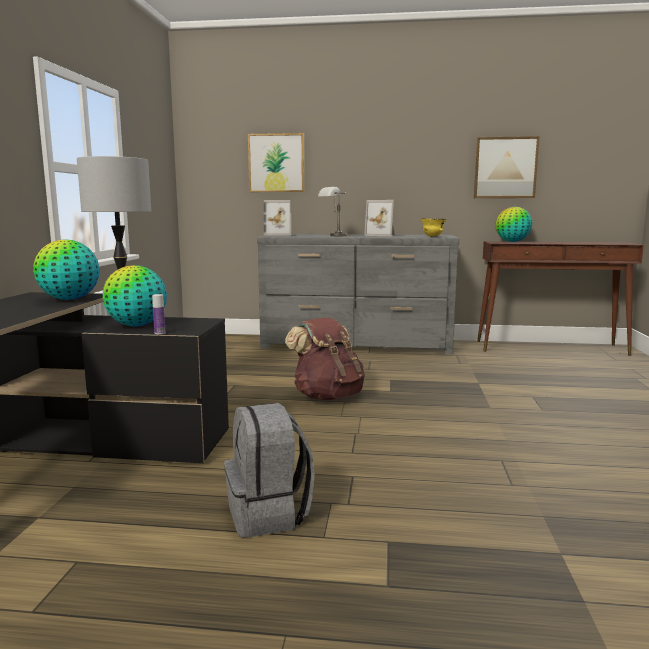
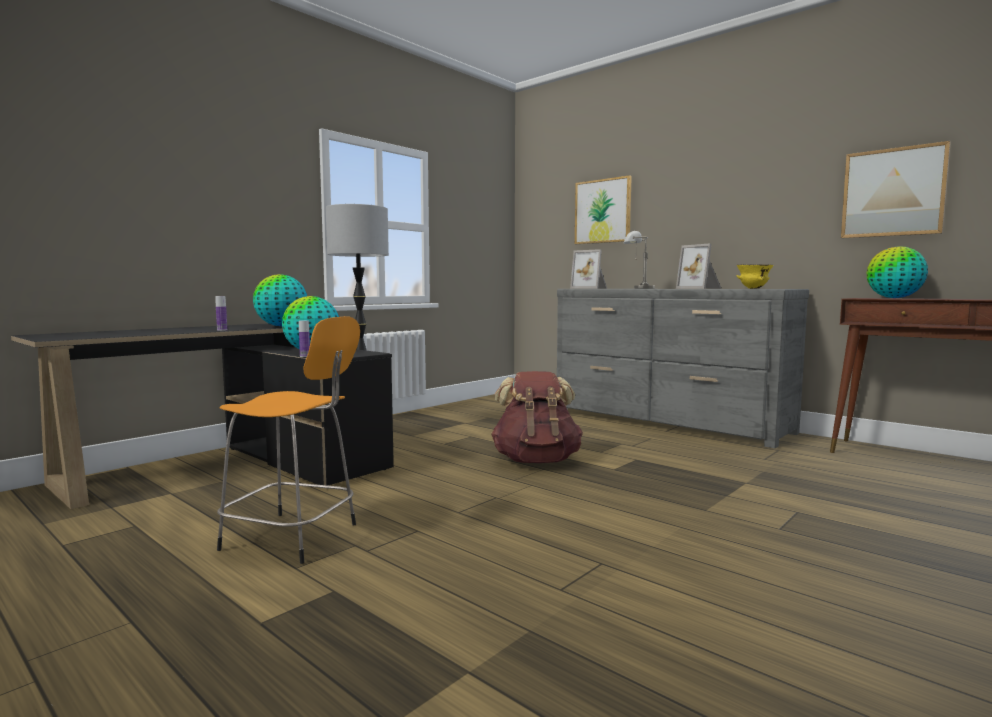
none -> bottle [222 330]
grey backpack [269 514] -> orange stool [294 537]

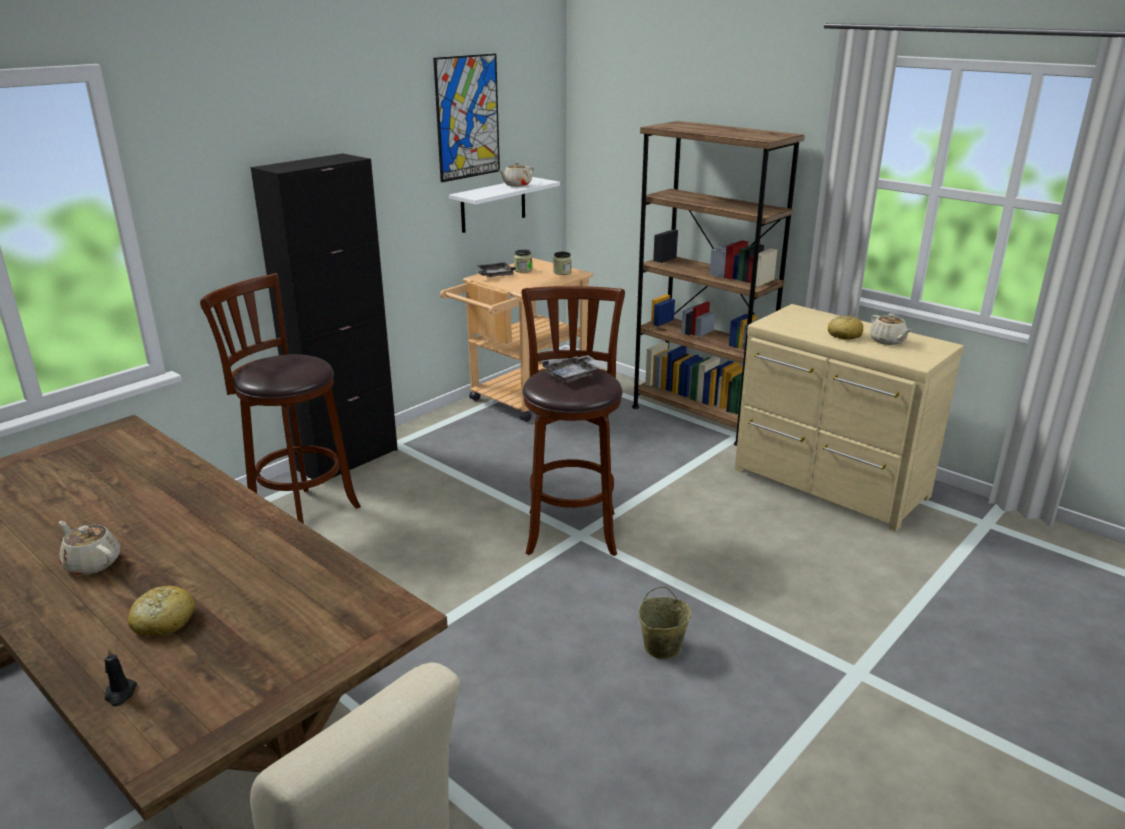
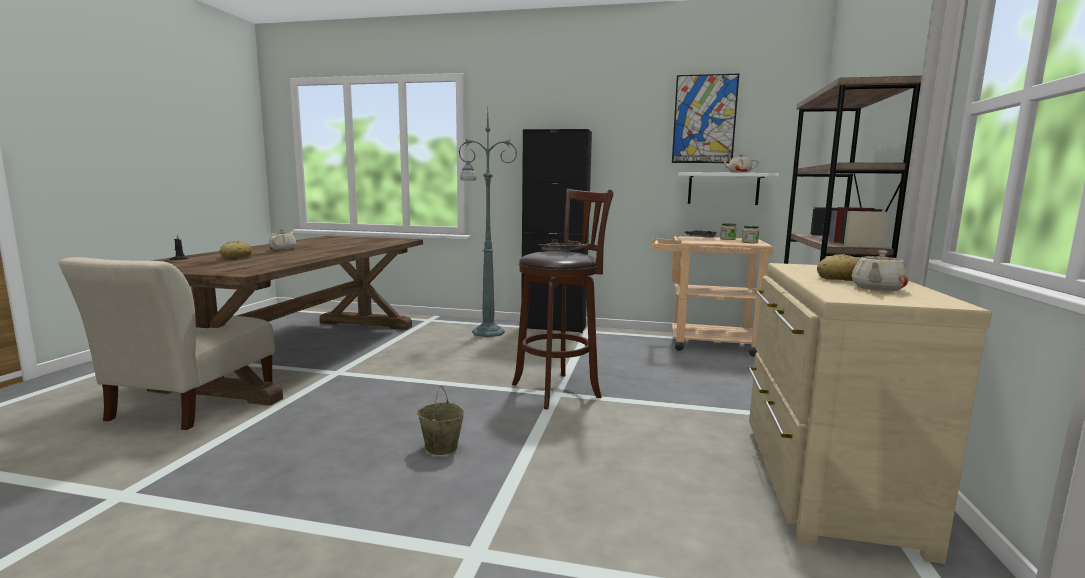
brown stool [300 515] -> green floor lamp [486 332]

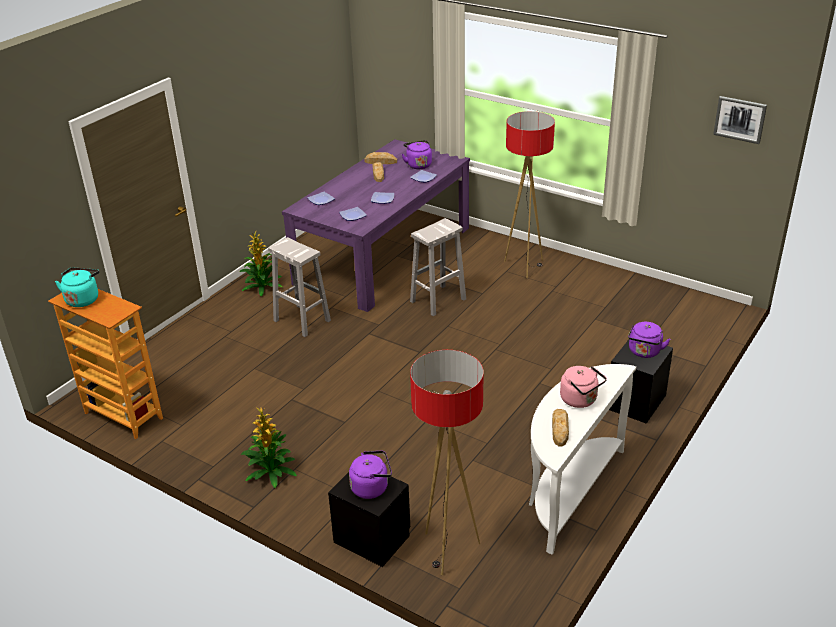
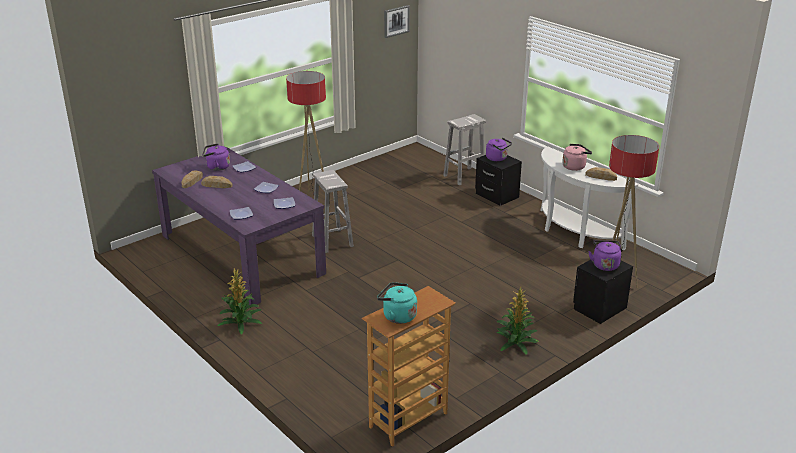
white stool [301 320] -> white stool [463 176], shifted

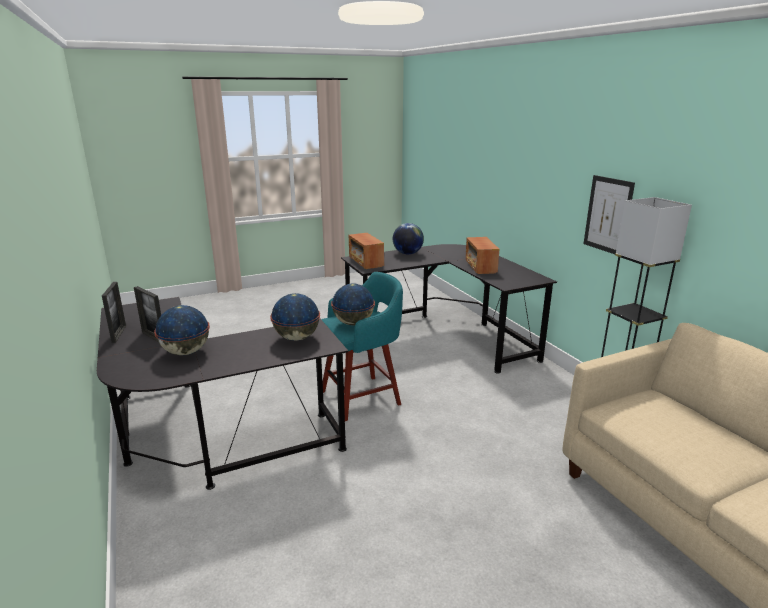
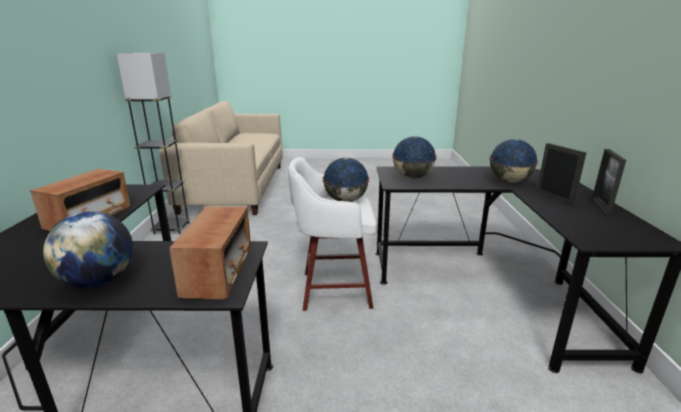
turquoise stool [363 397] -> white stool [333 289]
picture [608 215] -> none

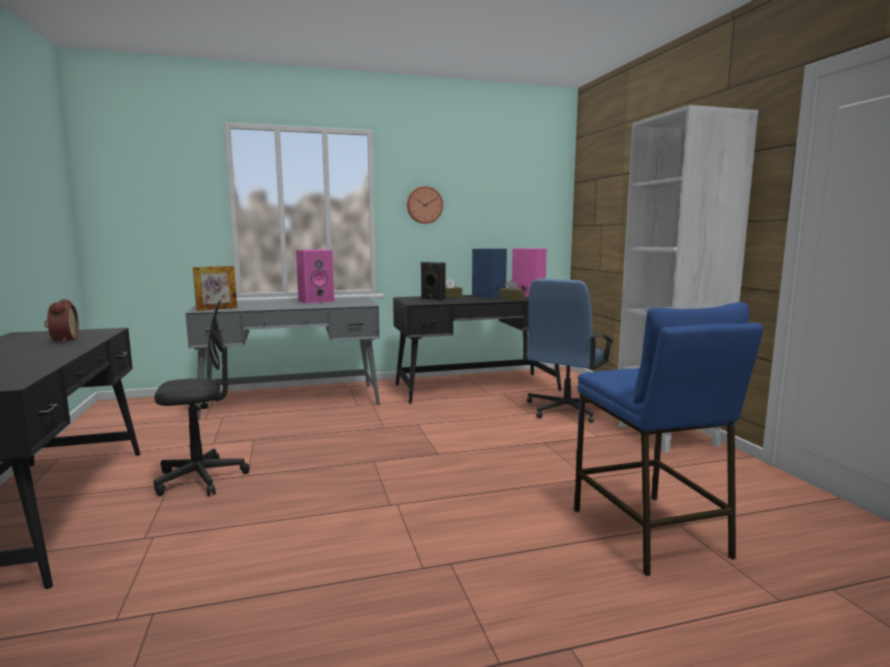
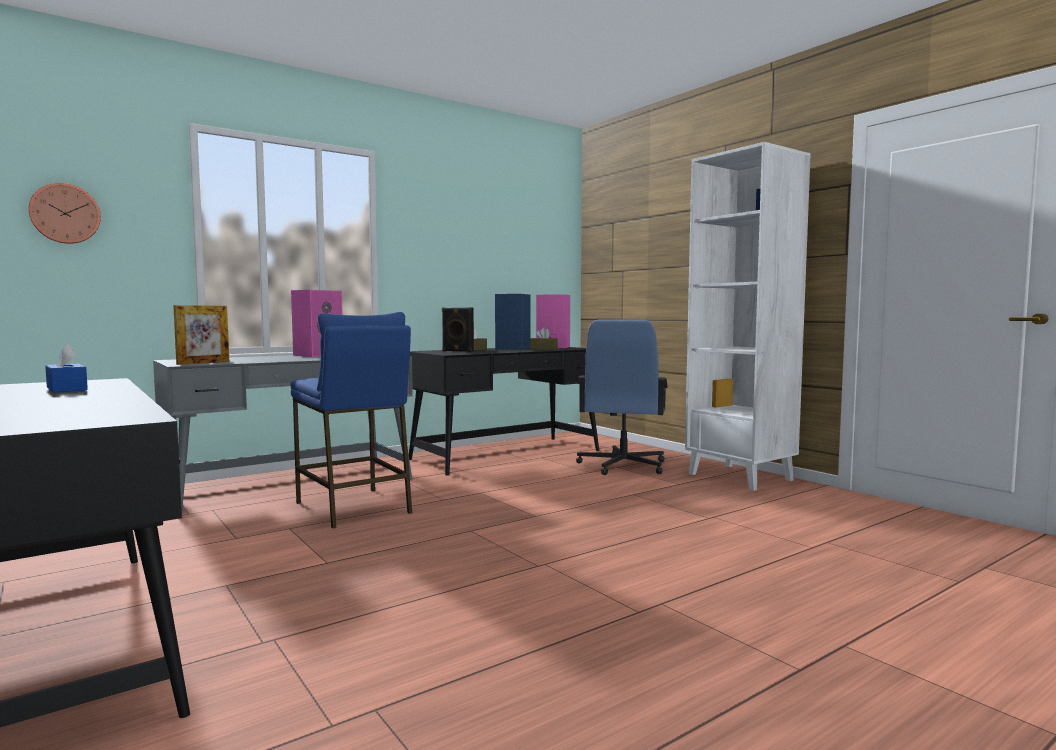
wall clock [424 205] -> wall clock [65 214], shifted
alarm clock [62 340] -> blue tissue box [66 389]
blue stool [649 532] -> blue stool [353 508], shifted
black office chair [201 479] -> none

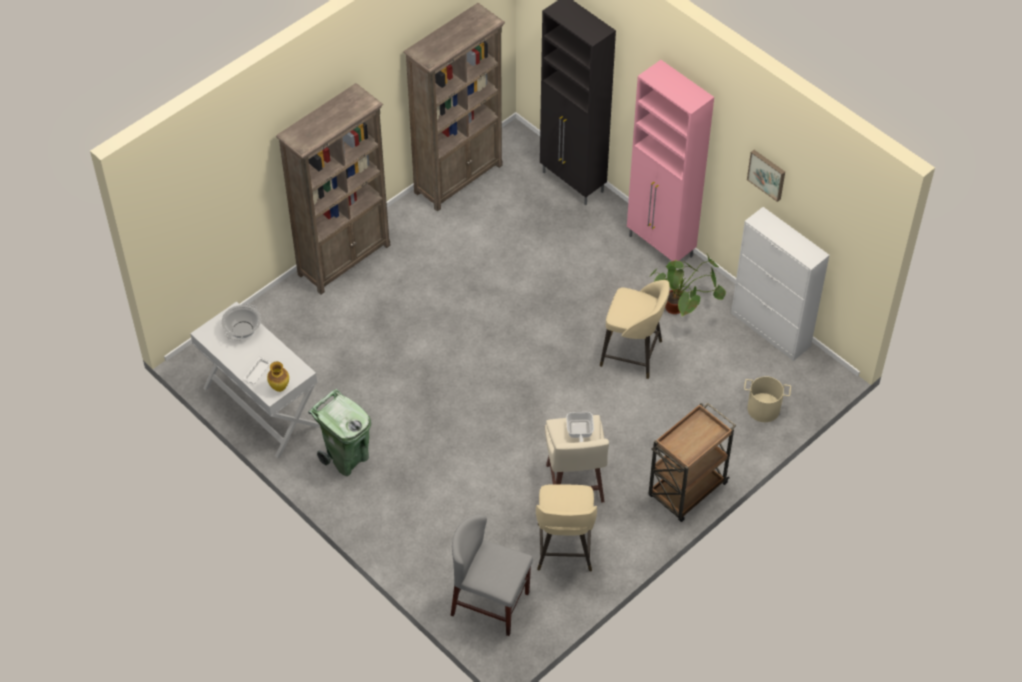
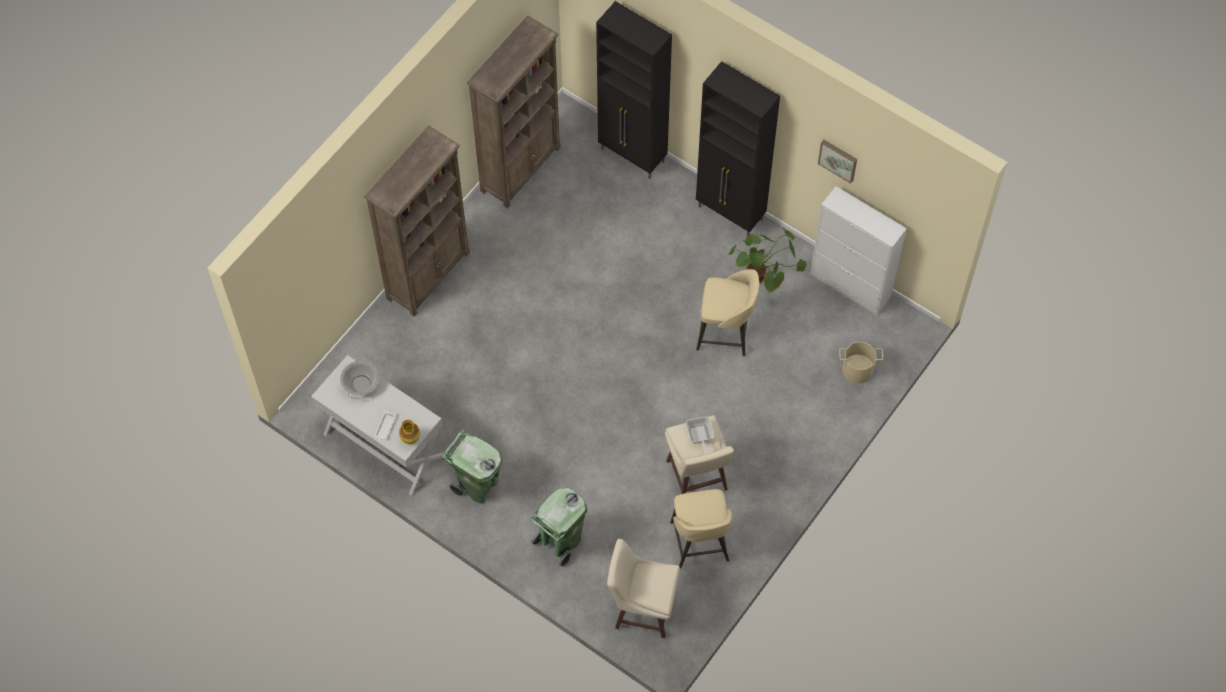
none -> green trash can [560 541]
grey chair [490 604] -> beige stool [642 609]
pink cabinet [661 247] -> black cabinet [731 213]
brown cart [686 491] -> none

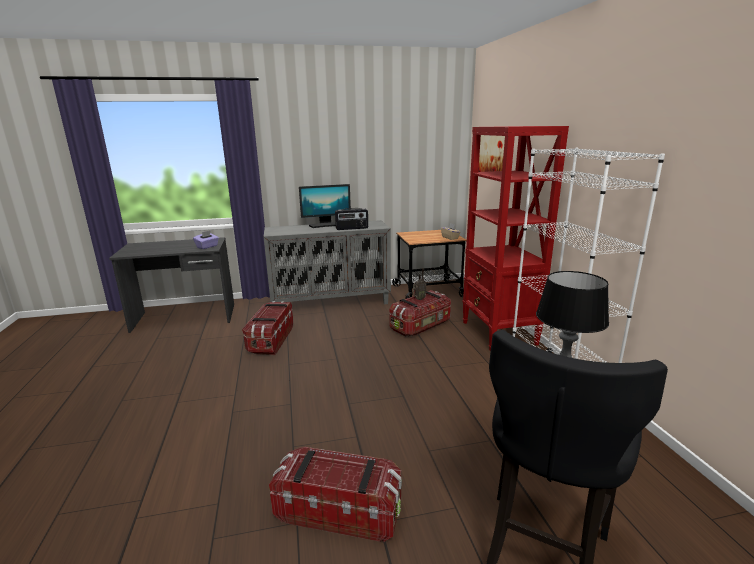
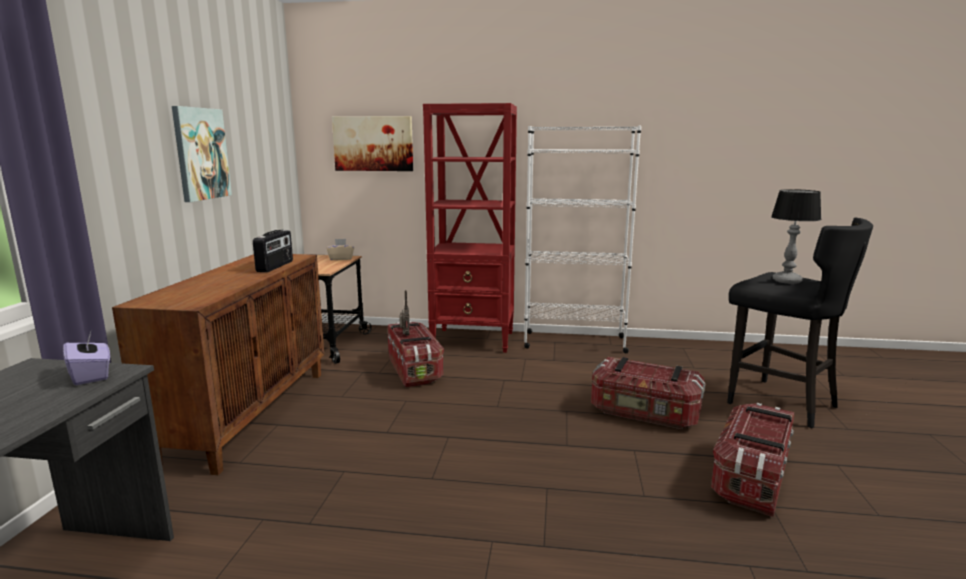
grey cabinet [331 302] -> brown cabinet [248 414]
none -> picture [201 154]
storage box [271 340] -> storage box [644 413], shifted
monitor [326 225] -> none

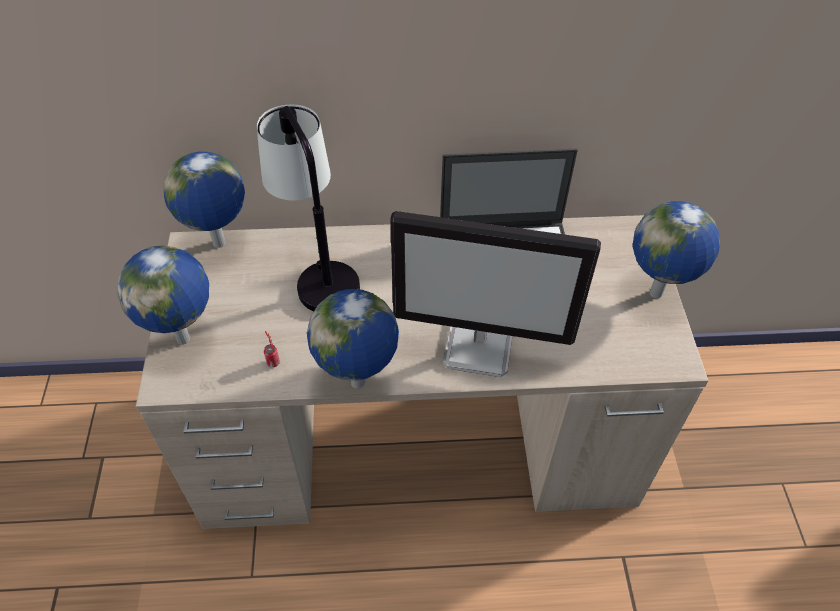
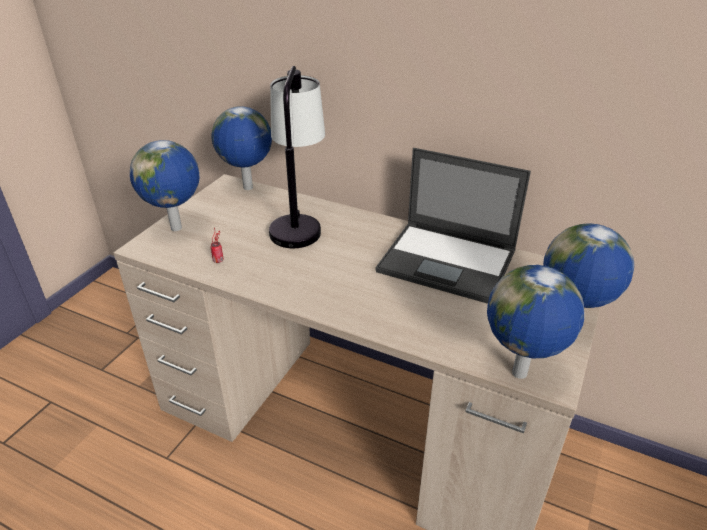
globe [359 383] -> globe [520 375], shifted
monitor [480 347] -> none

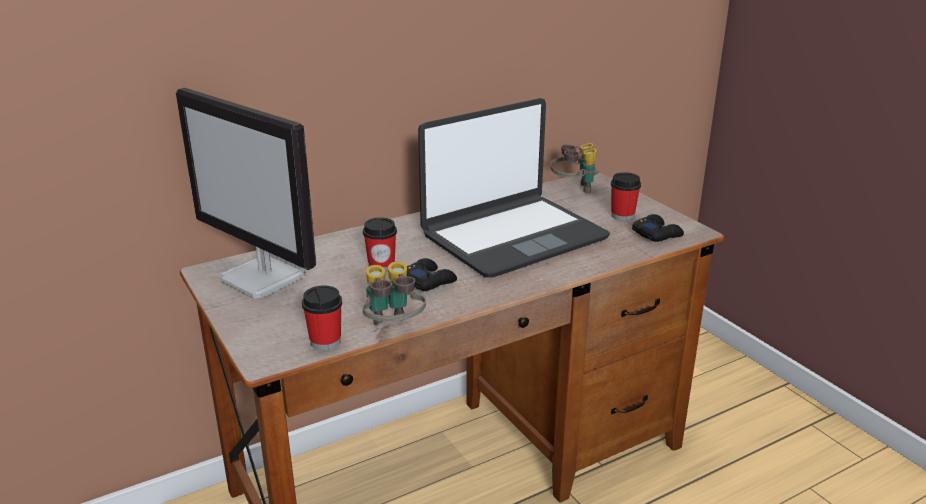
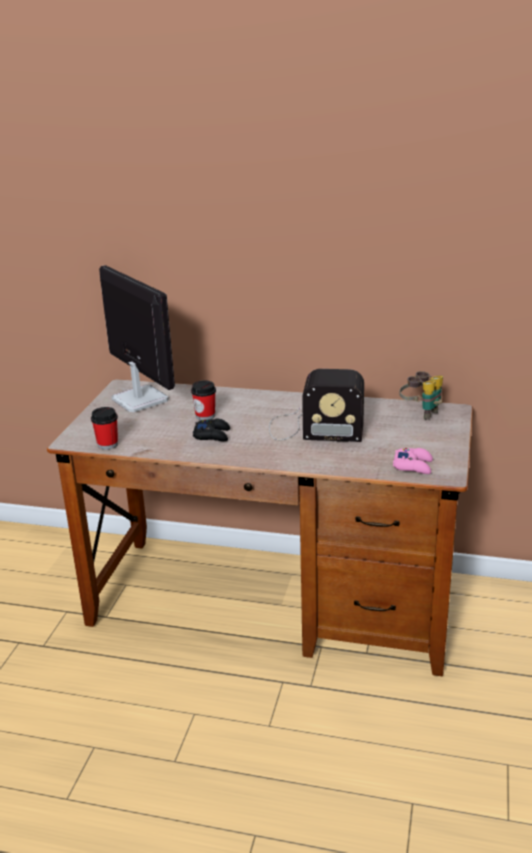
monitor [264 278] -> monitor [139 399], 150 degrees clockwise
laptop [513 236] -> radio [312 428]
black game controller [656 234] -> pink game controller [413 465]
binoculars [393 329] -> none
cup [622 215] -> none

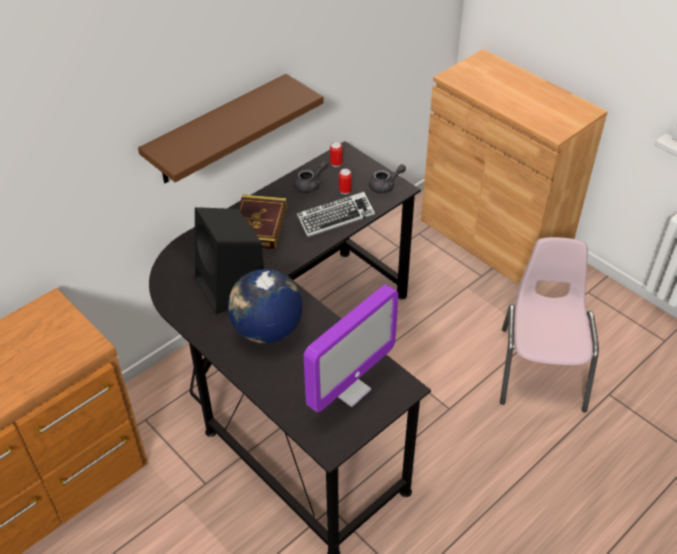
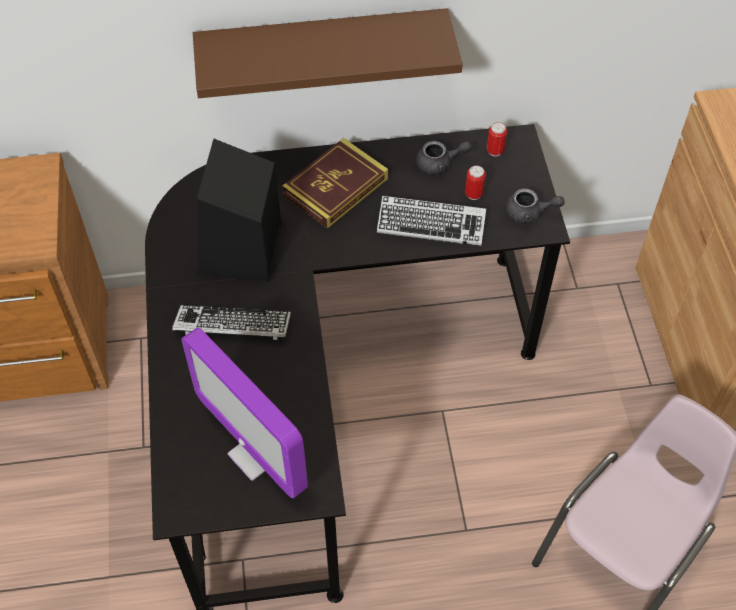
globe [267 330] -> keyboard [233 326]
monitor [349 389] -> monitor [257 454], 60 degrees clockwise

